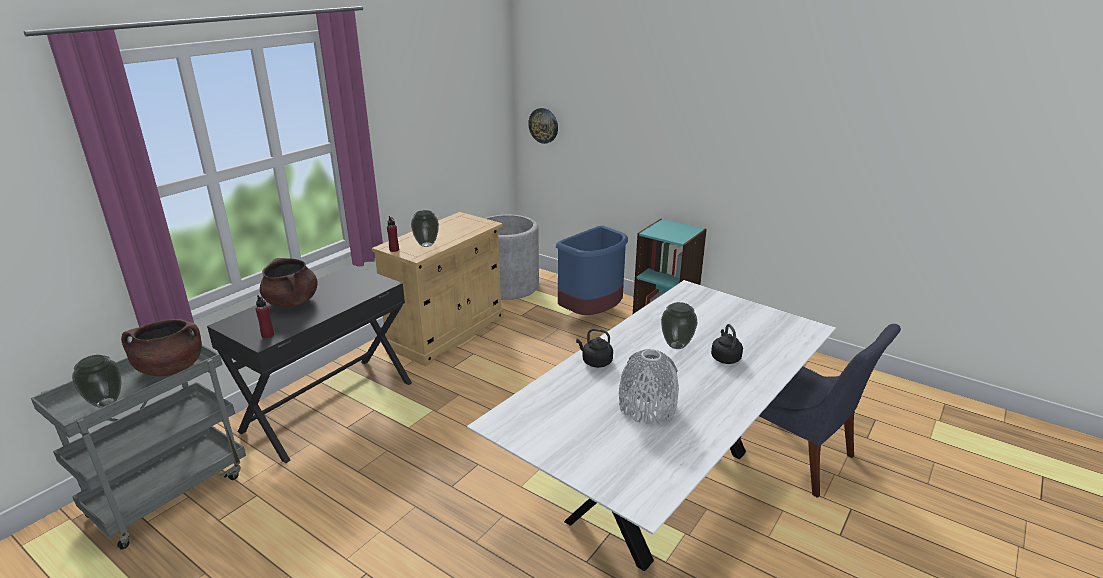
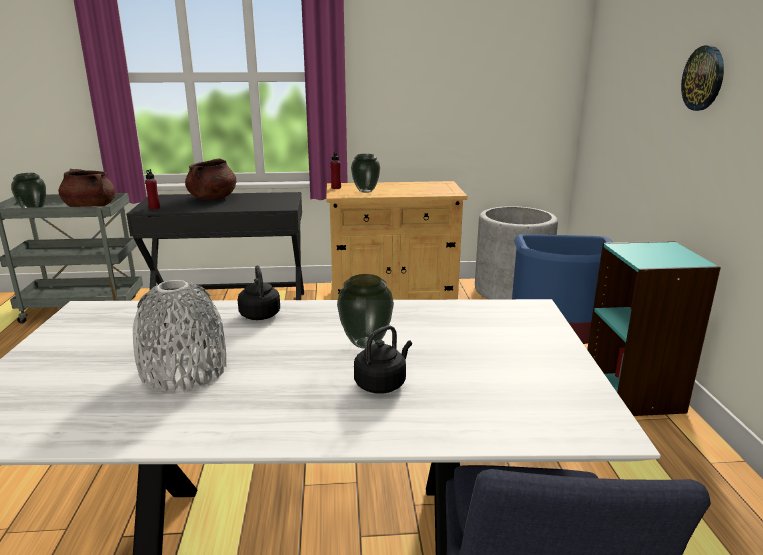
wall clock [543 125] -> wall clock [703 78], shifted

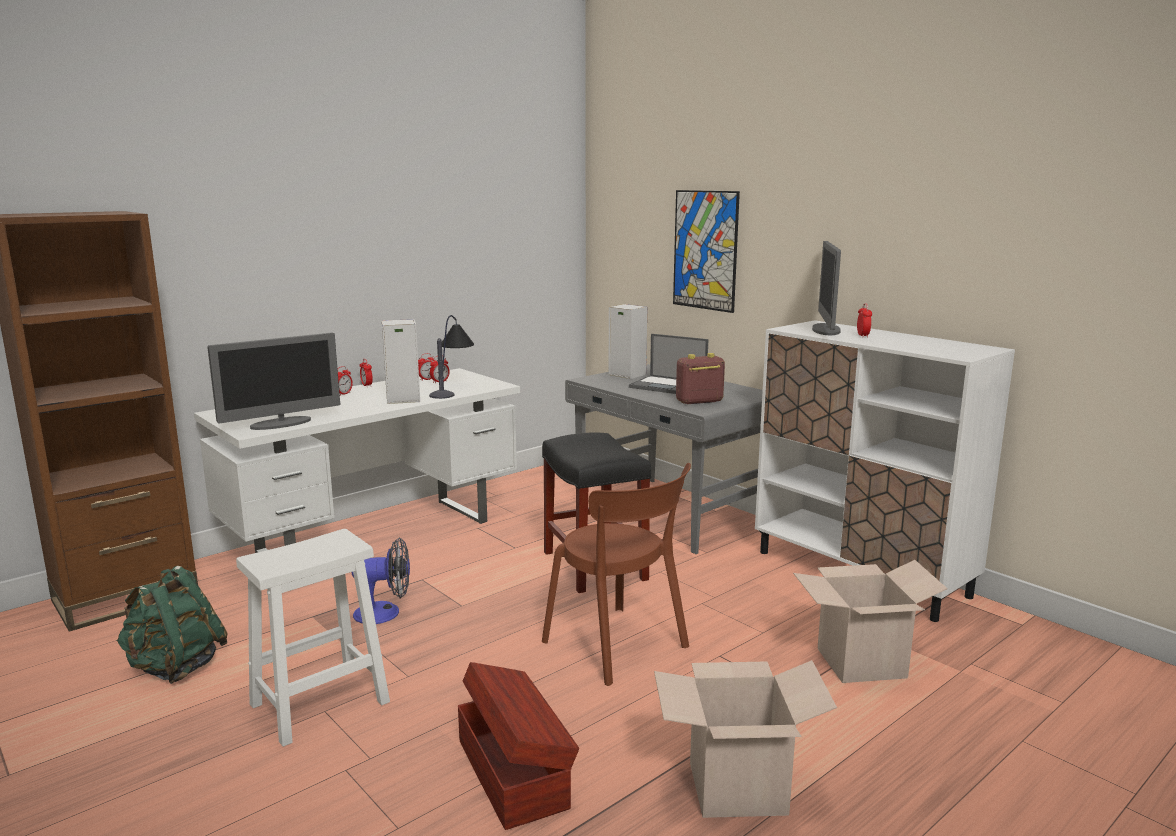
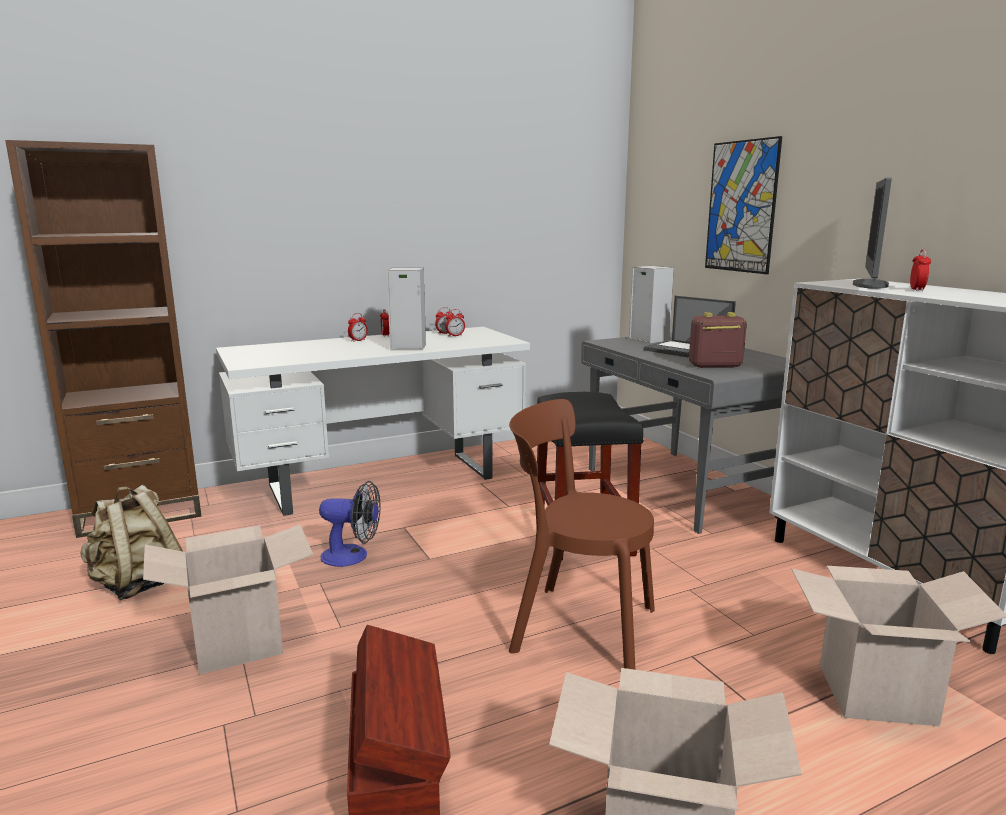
green backpack [175 667] -> beige backpack [137 584]
white stool [317 704] -> cardboard box [238 643]
brown chair [619 646] -> brown chair [577 627], 135 degrees clockwise
monitor [281 424] -> none
table lamp [452 389] -> none

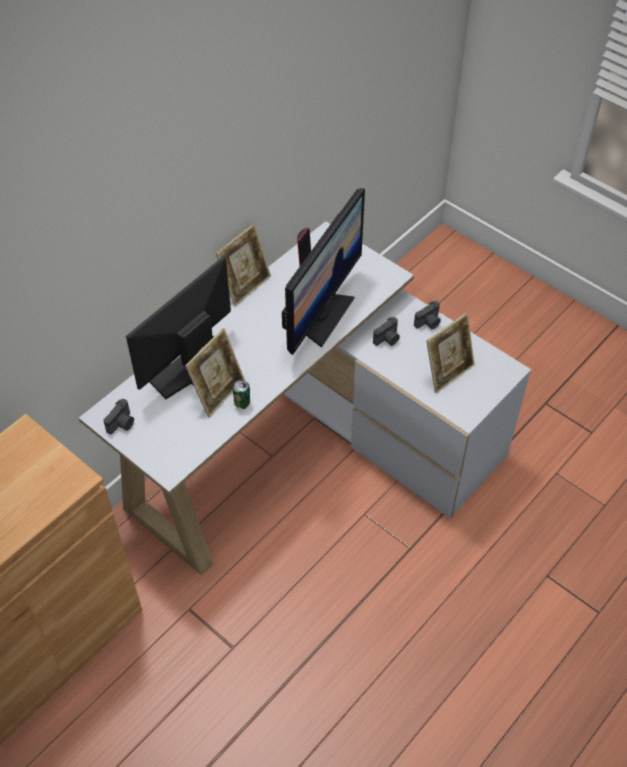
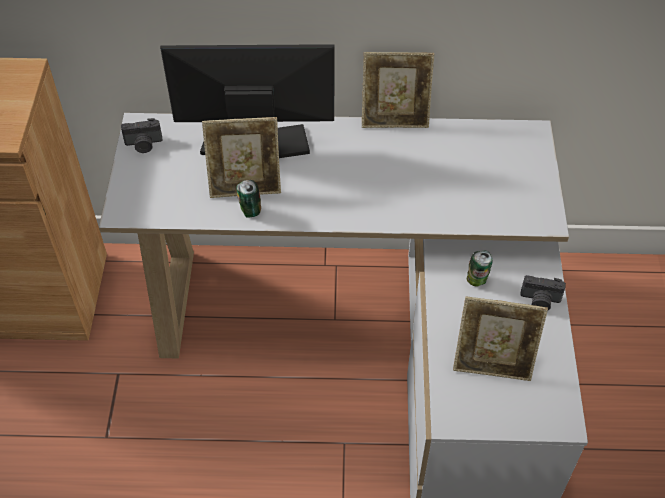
photo camera [387 339] -> can [477 280]
monitor [321 315] -> none

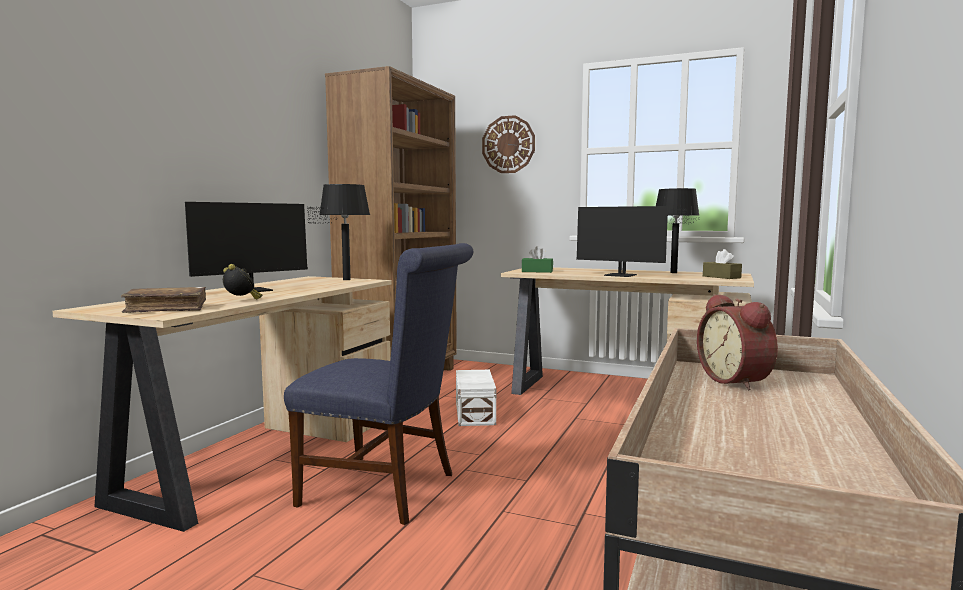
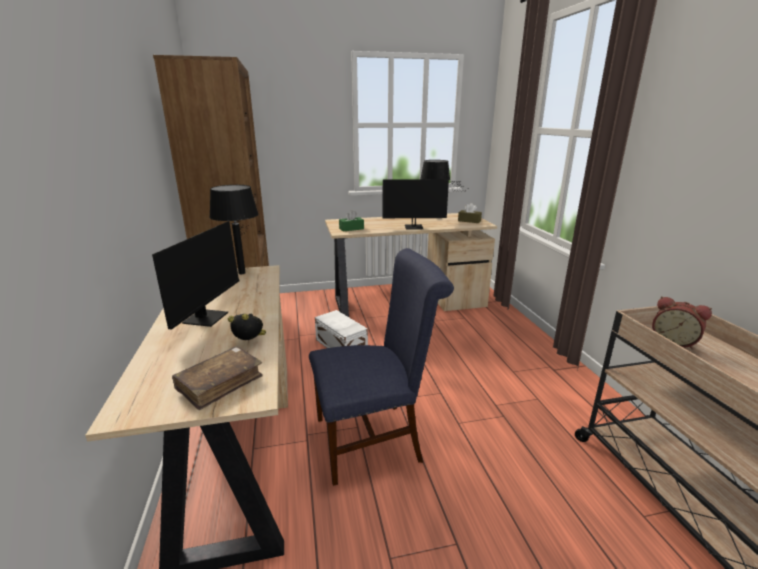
wall clock [508 144] -> none

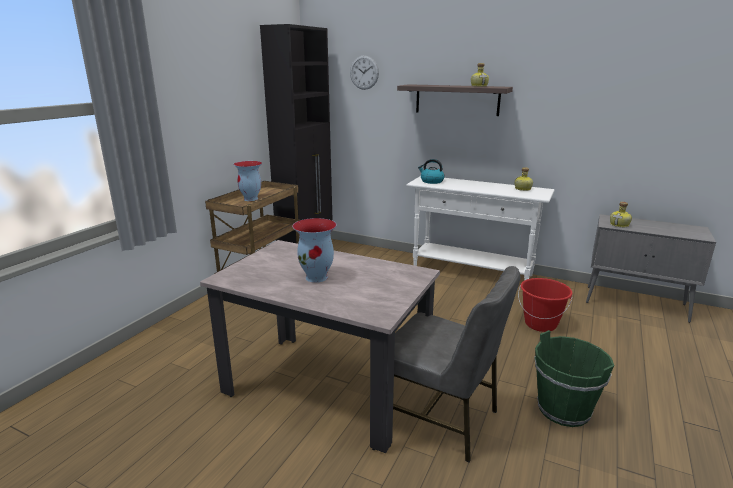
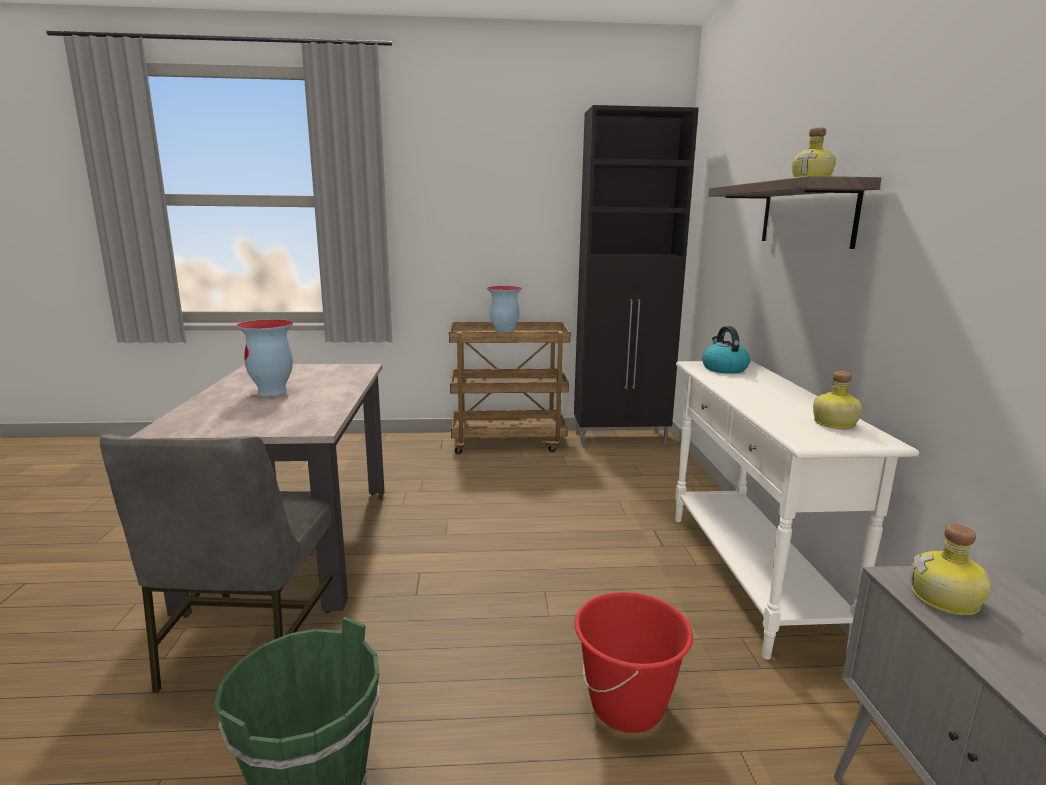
wall clock [364 72] -> none

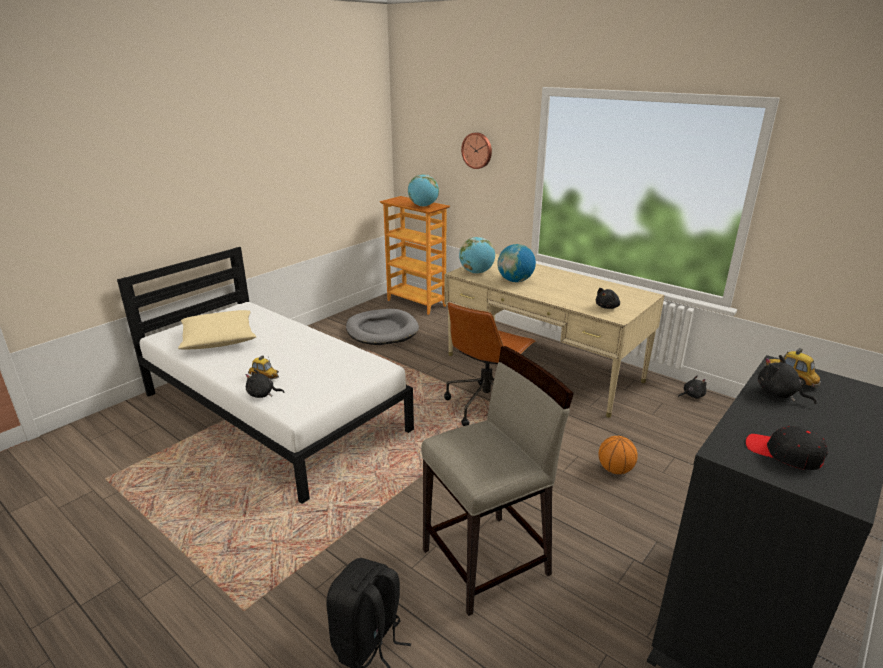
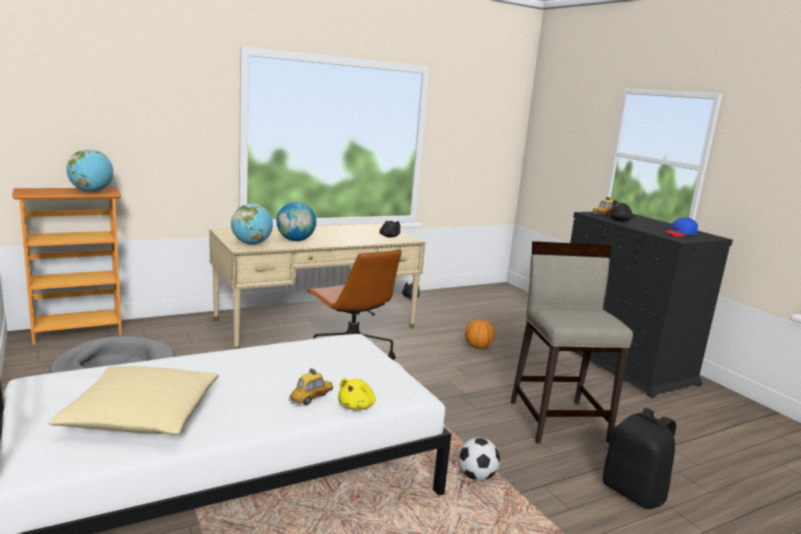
black plush toy [262 394] -> yellow plush toy [357 406]
none -> football [476 477]
black cap [784 453] -> blue cap [680 234]
wall clock [477 150] -> none

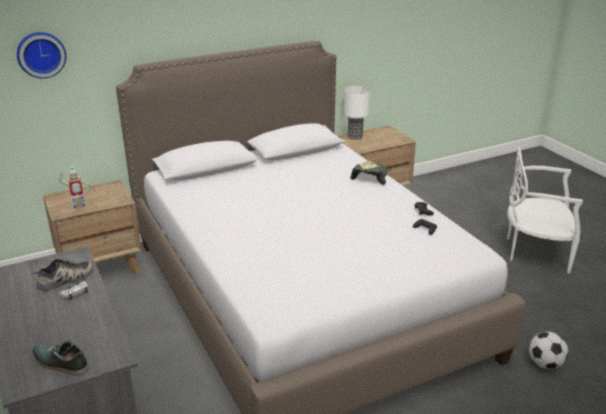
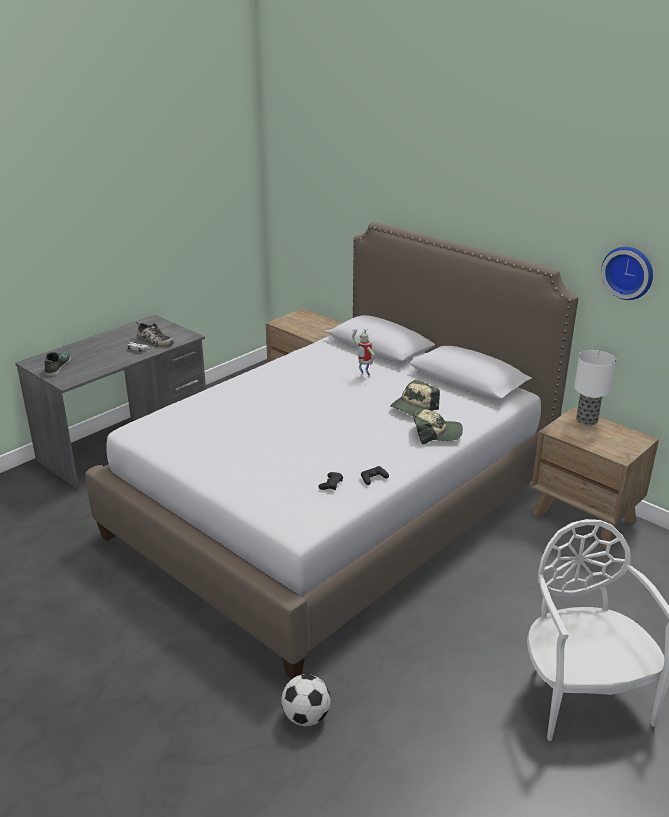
toy robot [79 209] -> toy robot [364 376], shifted
none -> cap [414 407]
wall clock [41 54] -> wall clock [628 272], shifted

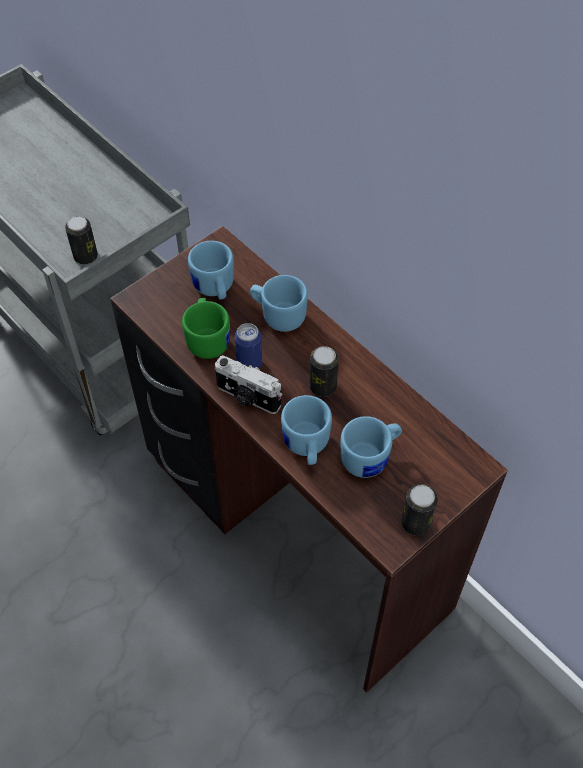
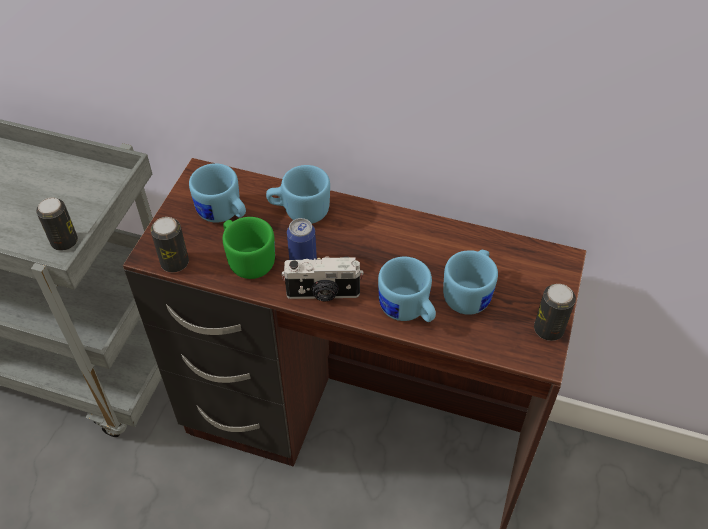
can [323 386] -> can [175 262], shifted

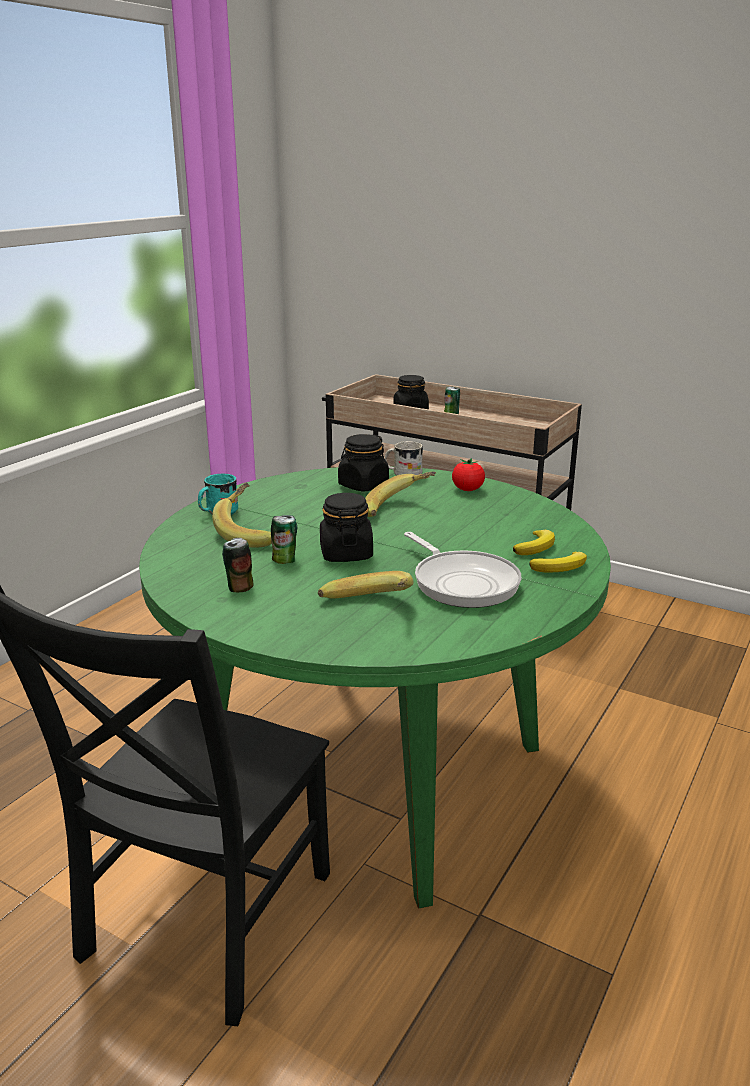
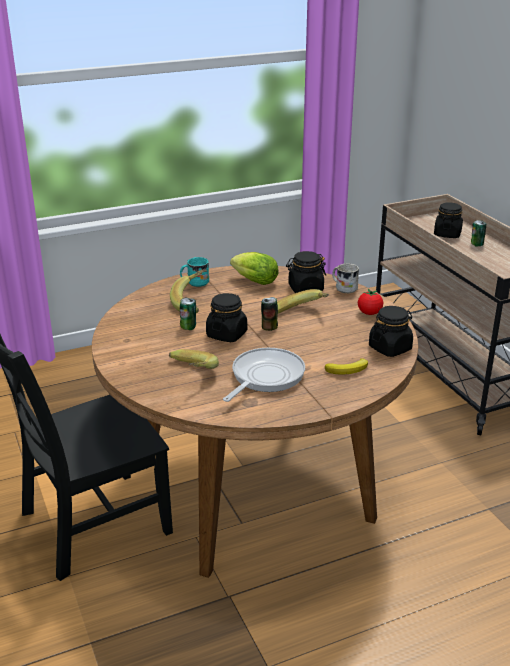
green dining table [375 773] -> brown dining table [254 490]
frying pan [462 582] -> frying pan [265 377], 150 degrees counterclockwise
none -> lettuce [252 281]
can [239 587] -> can [269 327], shifted
none -> black jar [390 348]
banana [561 566] -> none

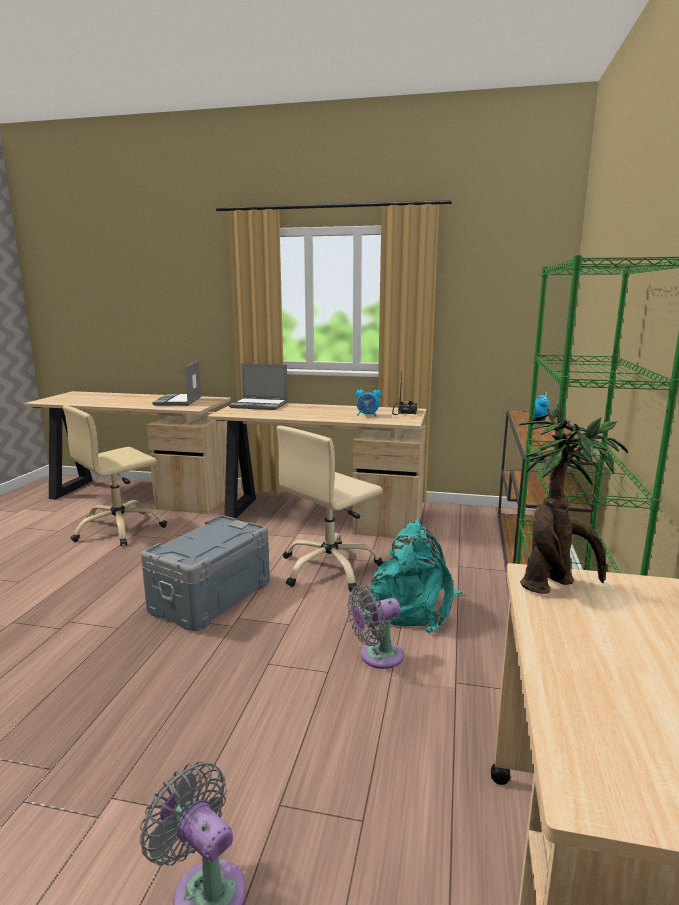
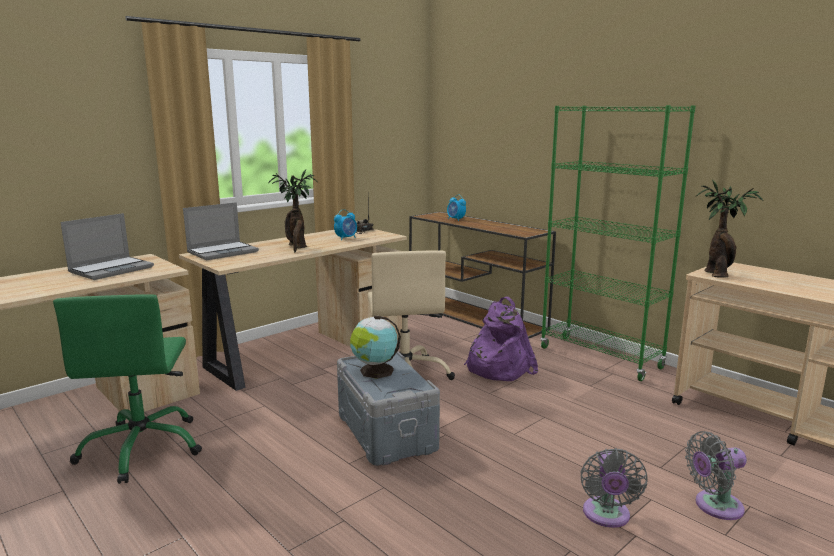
beige office chair [119 529] -> green office chair [142 448]
laptop [178 401] -> laptop [112 269], 90 degrees counterclockwise
none -> potted plant [297 247]
none -> globe [375 371]
turquoise backpack [414 606] -> purple backpack [497 368]
grey fan [377 656] -> grey fan [606 516], shifted

